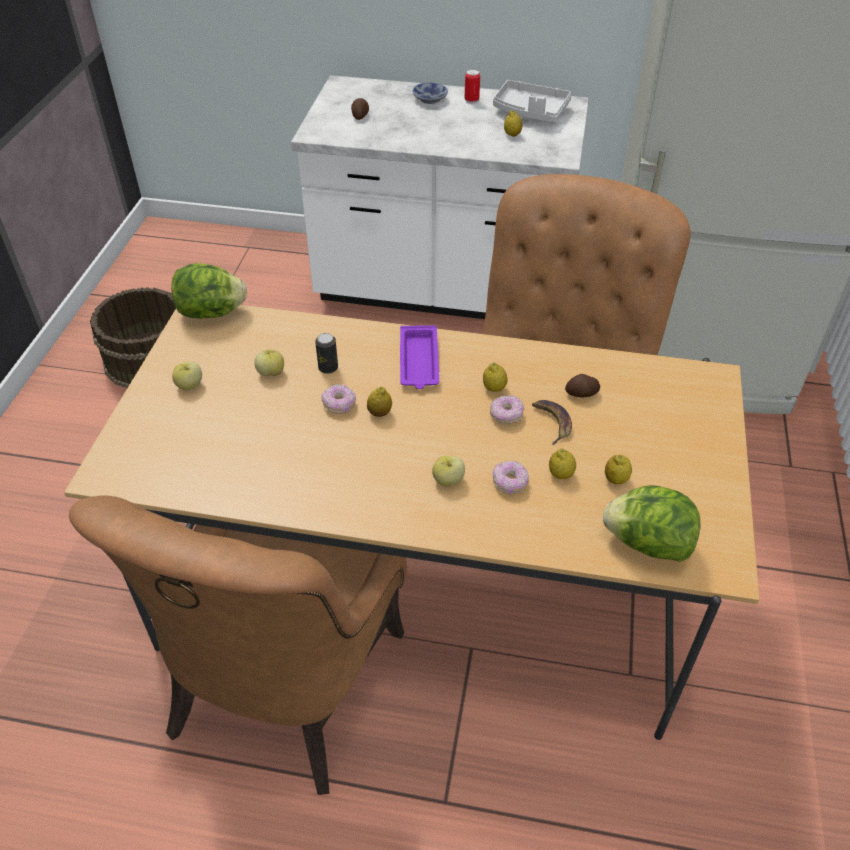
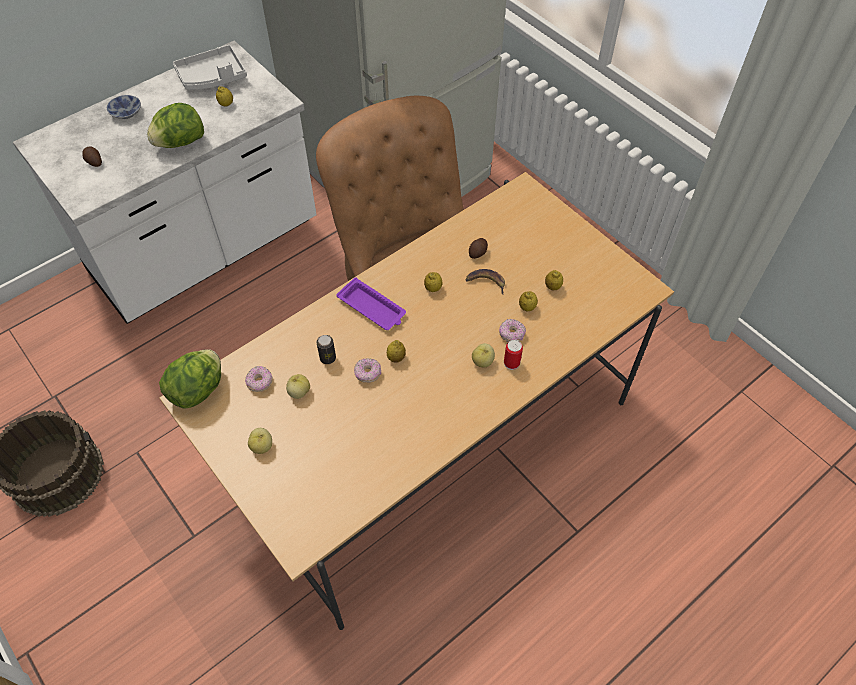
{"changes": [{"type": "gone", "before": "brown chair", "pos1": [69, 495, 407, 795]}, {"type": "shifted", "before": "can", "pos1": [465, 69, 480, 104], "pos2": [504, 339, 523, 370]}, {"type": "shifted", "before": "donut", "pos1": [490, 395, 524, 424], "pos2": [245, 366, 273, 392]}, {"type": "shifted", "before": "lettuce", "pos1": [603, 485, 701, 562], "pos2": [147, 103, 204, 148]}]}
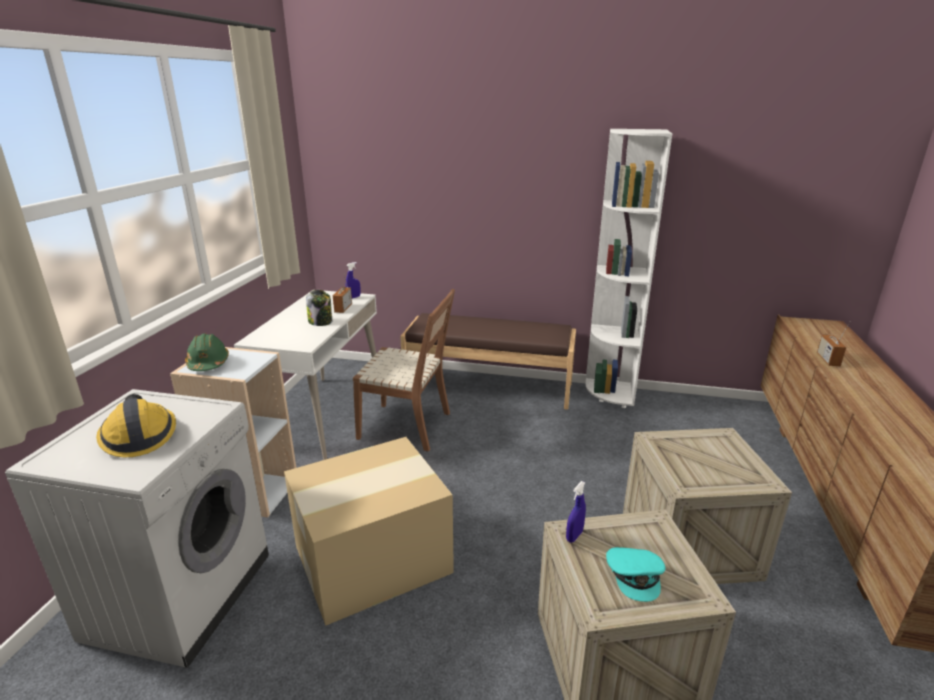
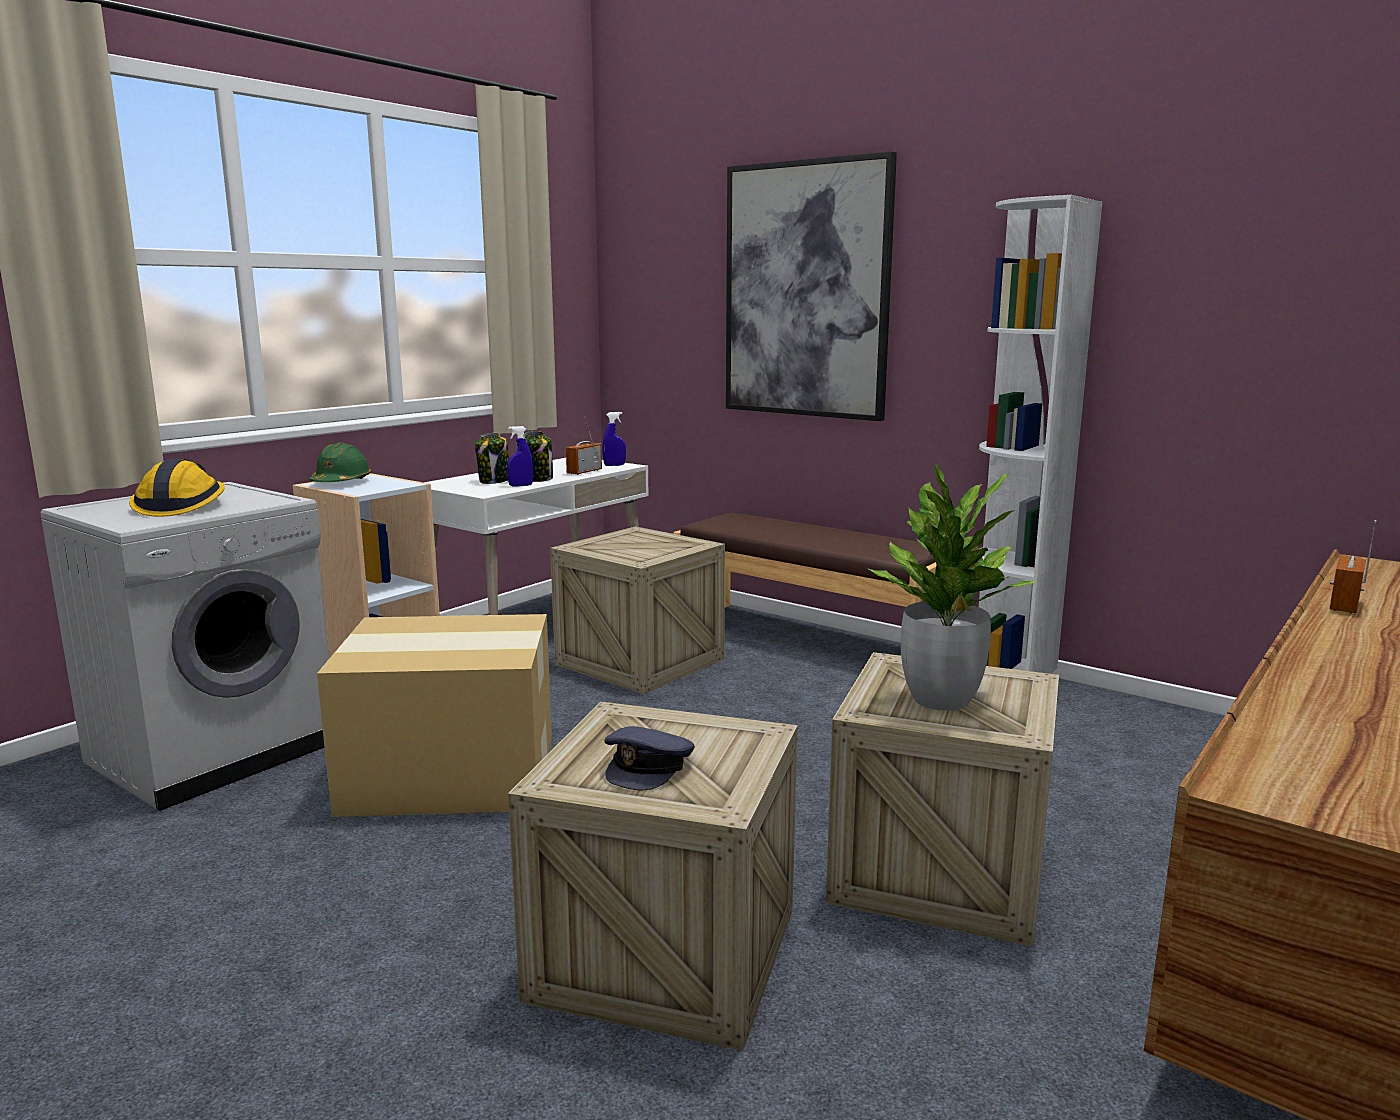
{"changes": [{"type": "swapped", "before": "chair", "after": "crate", "pos1": [353, 289, 455, 452], "pos2": [550, 526, 725, 694]}, {"type": "shifted", "before": "blue spray bottle", "pos1": [566, 481, 586, 543], "pos2": [507, 426, 533, 487]}, {"type": "repainted", "before": "turquoise cap", "after": "grey cap", "pos1": [606, 547, 665, 602], "pos2": [604, 726, 695, 791]}, {"type": "new", "after": "jar", "pos2": [475, 433, 509, 484]}, {"type": "new", "after": "picture", "pos2": [726, 151, 897, 421]}, {"type": "new", "after": "potted plant", "pos2": [867, 464, 1035, 711]}]}
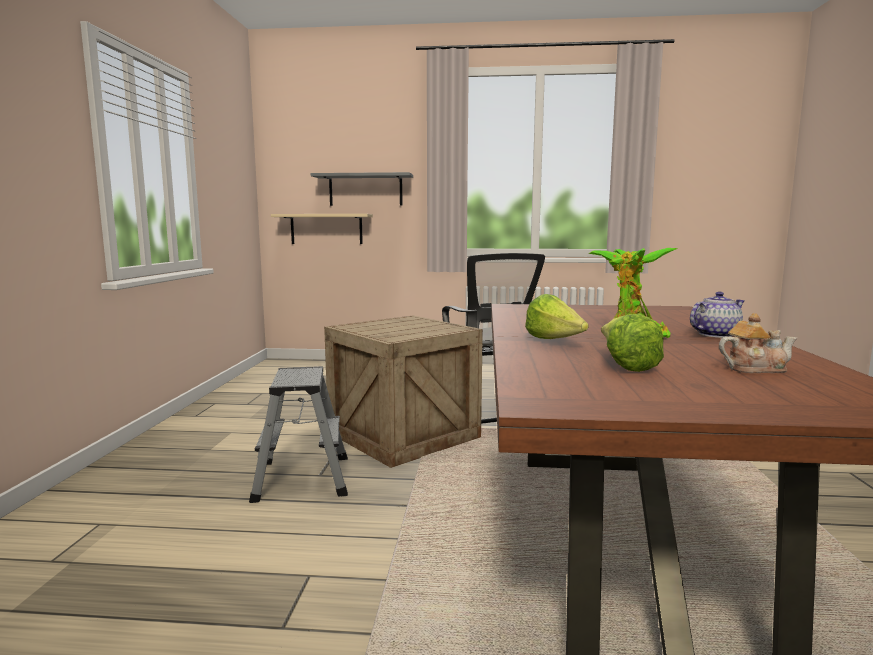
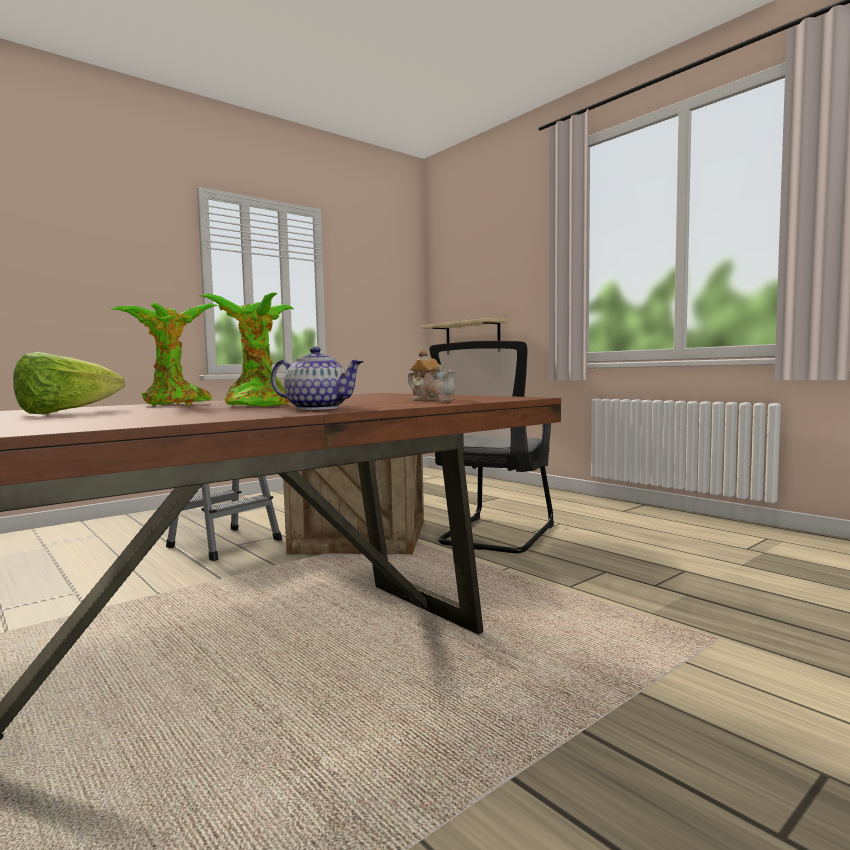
{"changes": [{"type": "gone", "before": "grey shelf", "pos1": [311, 172, 413, 206]}, {"type": "swapped", "before": "lettuce", "after": "potted plant", "pos1": [525, 294, 588, 339], "pos2": [110, 303, 219, 405]}, {"type": "shifted", "before": "teapot", "pos1": [719, 313, 797, 373], "pos2": [408, 349, 456, 401]}]}
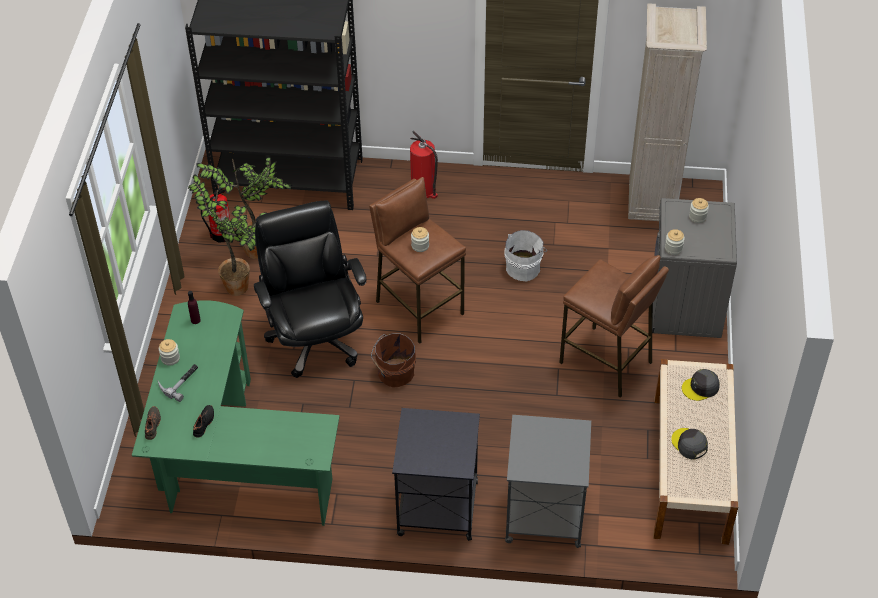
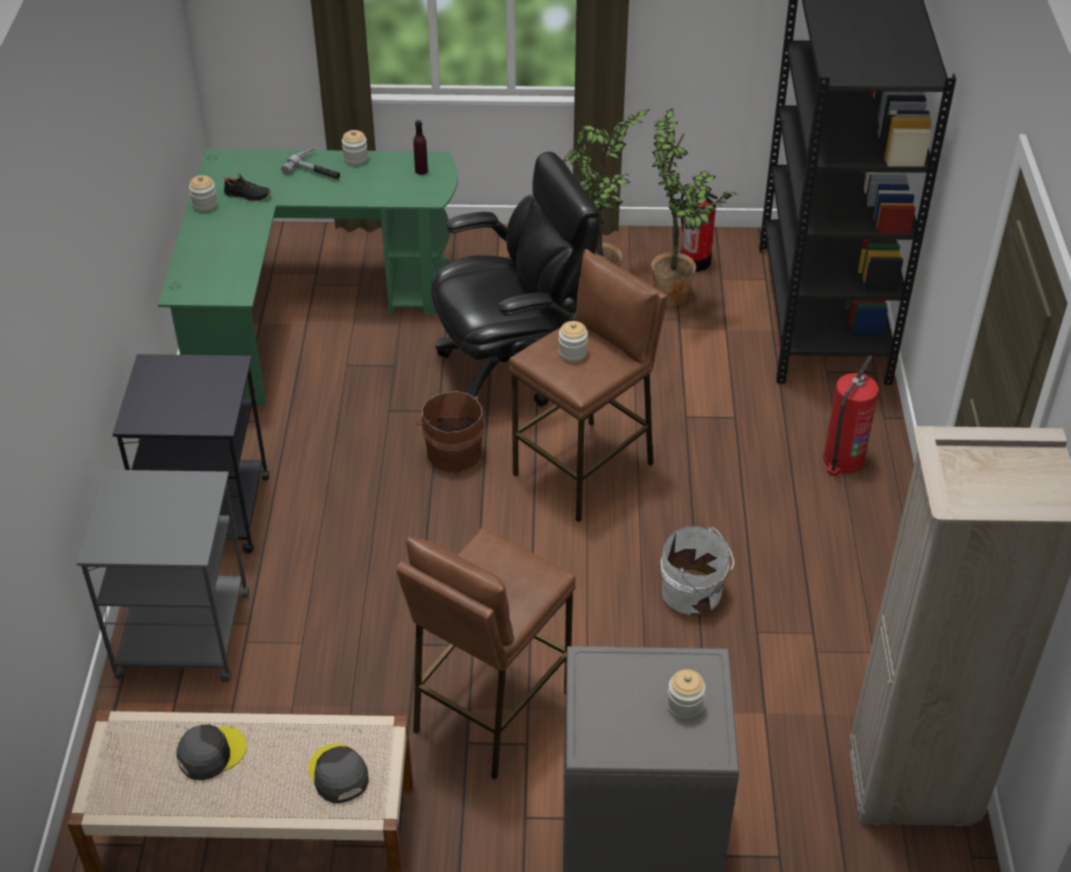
{"changes": [{"type": "gone", "before": "black shoe", "pos1": [145, 406, 161, 440]}, {"type": "shifted", "before": "jar", "pos1": [665, 229, 685, 255], "pos2": [189, 175, 218, 212]}]}
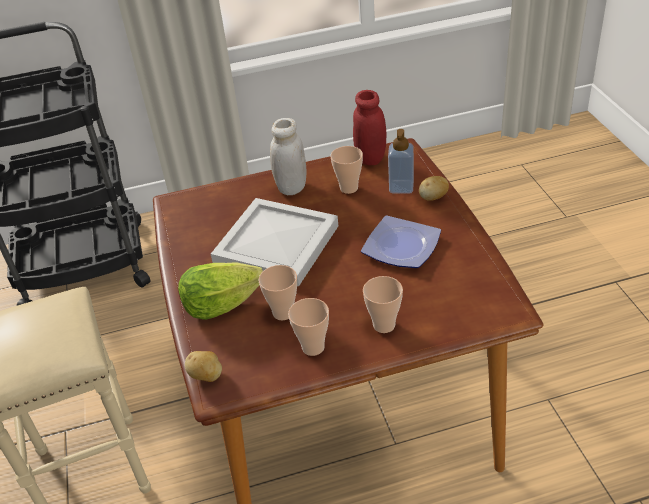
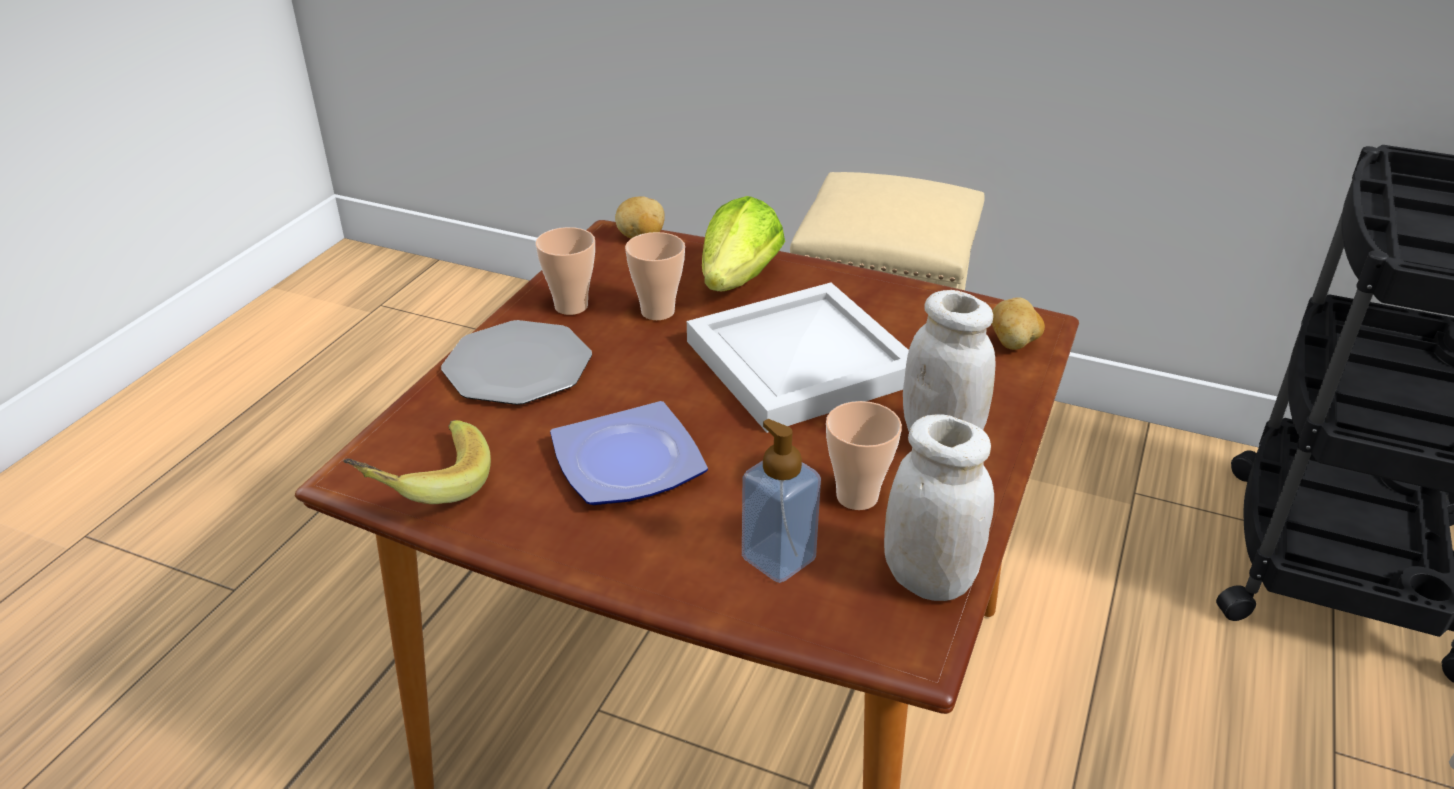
{"changes": [{"type": "repainted", "before": "red jar", "after": "white jar", "pos1": [353, 90, 386, 165], "pos2": [884, 414, 994, 601]}, {"type": "swapped", "before": "cup", "after": "plate", "pos1": [363, 276, 403, 333], "pos2": [441, 320, 592, 405]}, {"type": "shifted", "before": "potato", "pos1": [419, 176, 449, 201], "pos2": [992, 298, 1045, 350]}, {"type": "new", "after": "banana", "pos2": [344, 420, 491, 504]}]}
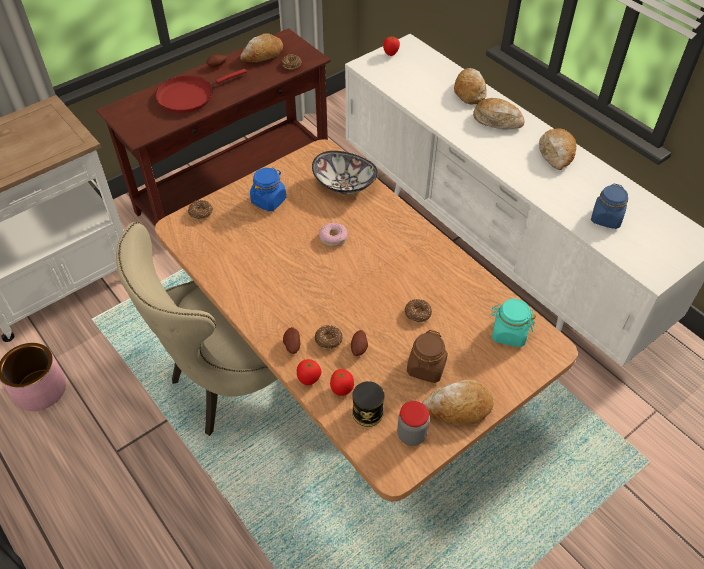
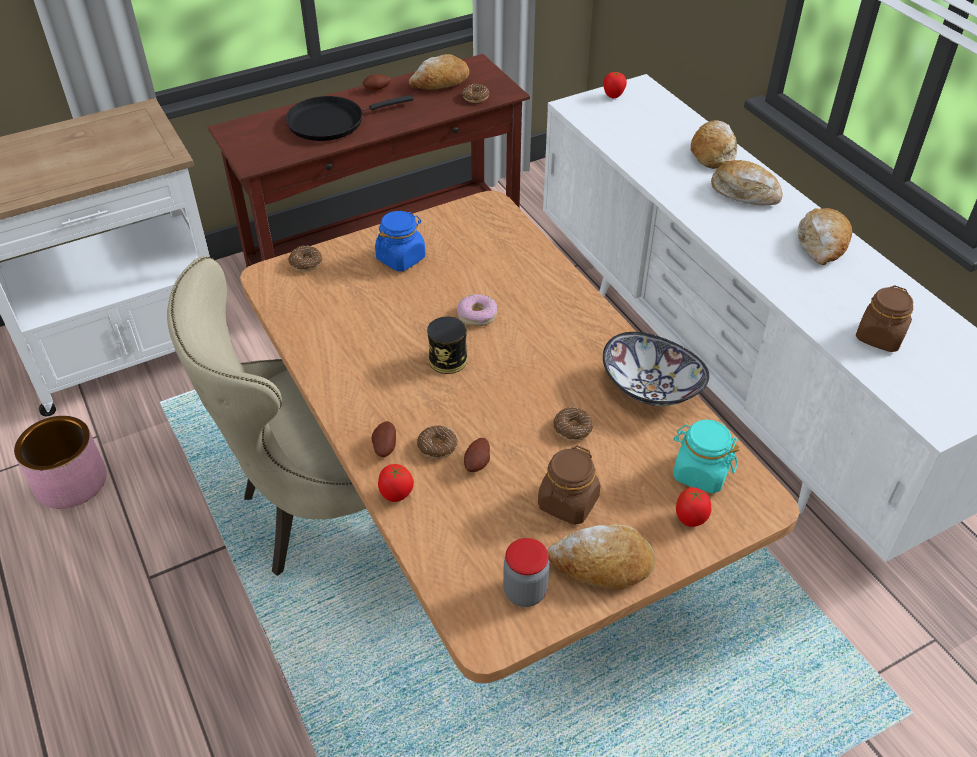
{"changes": [{"type": "repainted", "before": "red frying pan", "after": "black frying pan", "pos1": [155, 69, 247, 113], "pos2": [286, 95, 413, 141]}, {"type": "shifted", "before": "bowl", "pos1": [312, 151, 378, 194], "pos2": [603, 332, 709, 406]}, {"type": "shifted", "before": "tomato", "pos1": [330, 369, 354, 396], "pos2": [676, 487, 711, 527]}, {"type": "shifted", "before": "can", "pos1": [352, 381, 385, 427], "pos2": [427, 316, 467, 374]}, {"type": "repainted", "before": "blue jar", "after": "brown jar", "pos1": [591, 183, 628, 229], "pos2": [856, 285, 913, 352]}]}
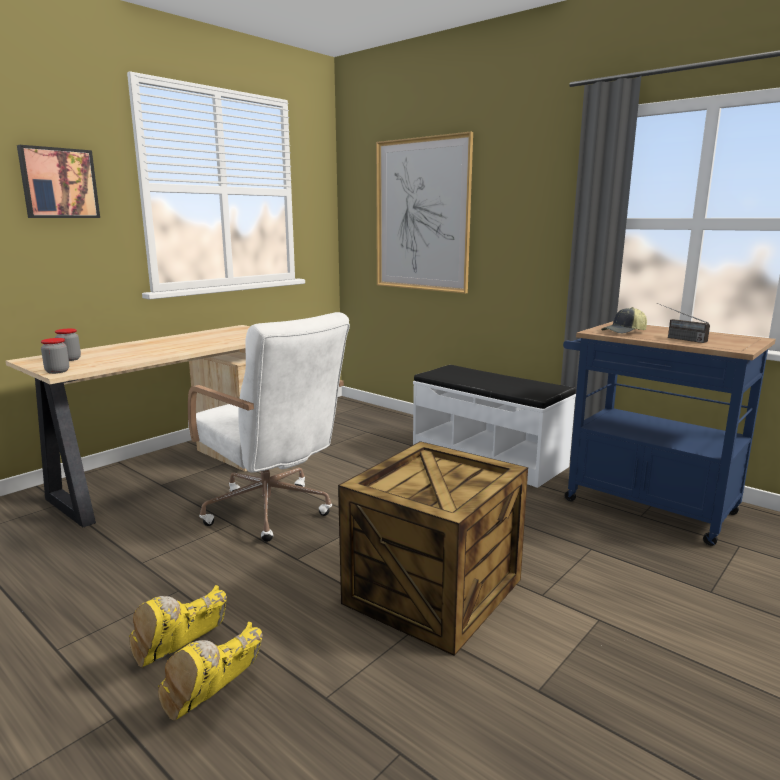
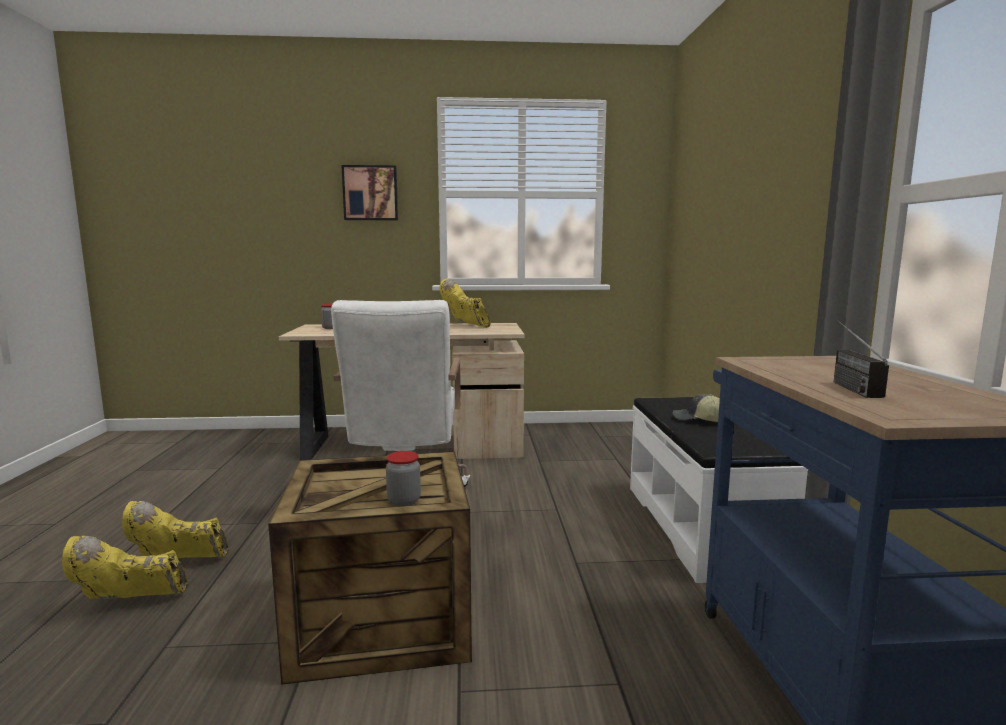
{"changes": [{"type": "shifted", "before": "jar", "pos1": [41, 338, 69, 374], "pos2": [386, 451, 421, 506]}, {"type": "gone", "before": "picture", "pos1": [376, 132, 473, 294]}, {"type": "shifted", "before": "cap", "pos1": [601, 307, 647, 334], "pos2": [673, 394, 720, 422]}, {"type": "new", "after": "yellow boot", "pos2": [440, 279, 491, 328]}]}
